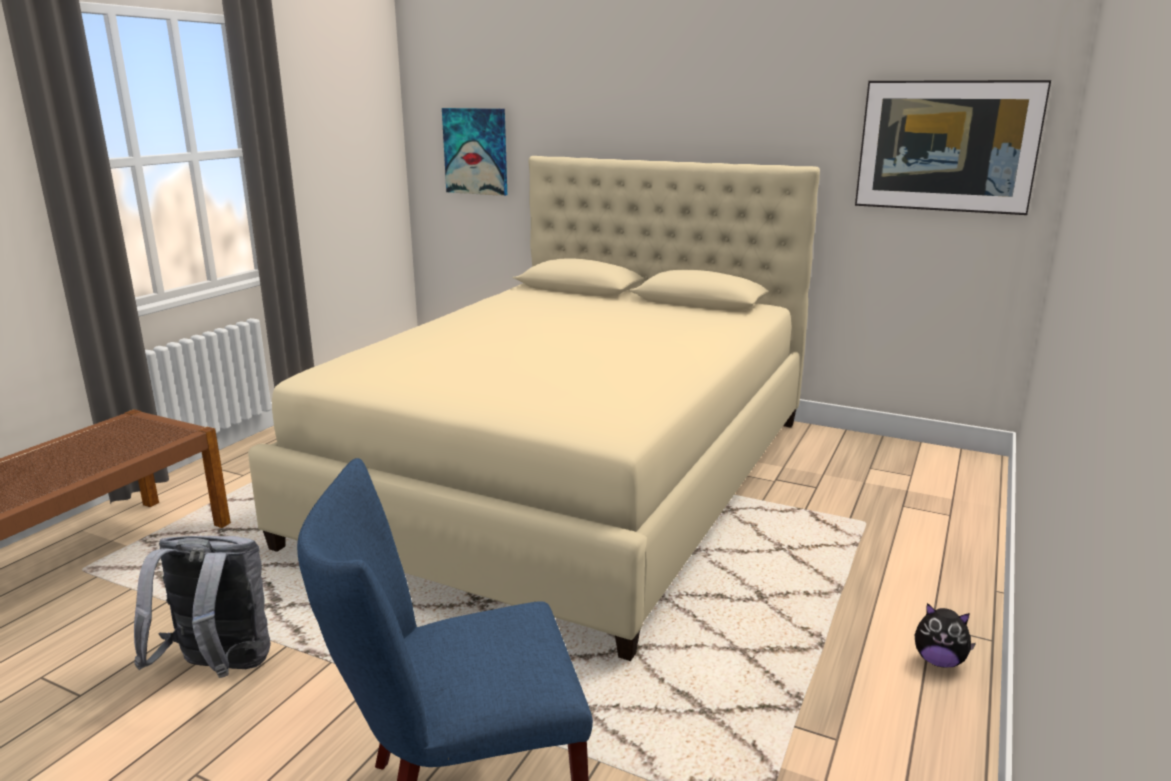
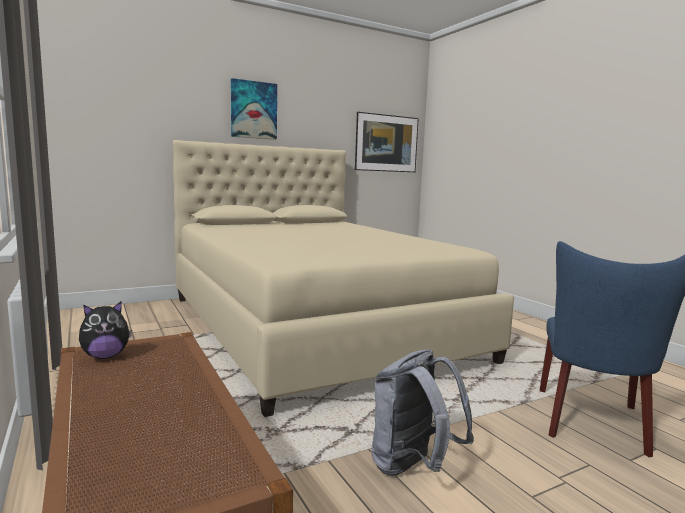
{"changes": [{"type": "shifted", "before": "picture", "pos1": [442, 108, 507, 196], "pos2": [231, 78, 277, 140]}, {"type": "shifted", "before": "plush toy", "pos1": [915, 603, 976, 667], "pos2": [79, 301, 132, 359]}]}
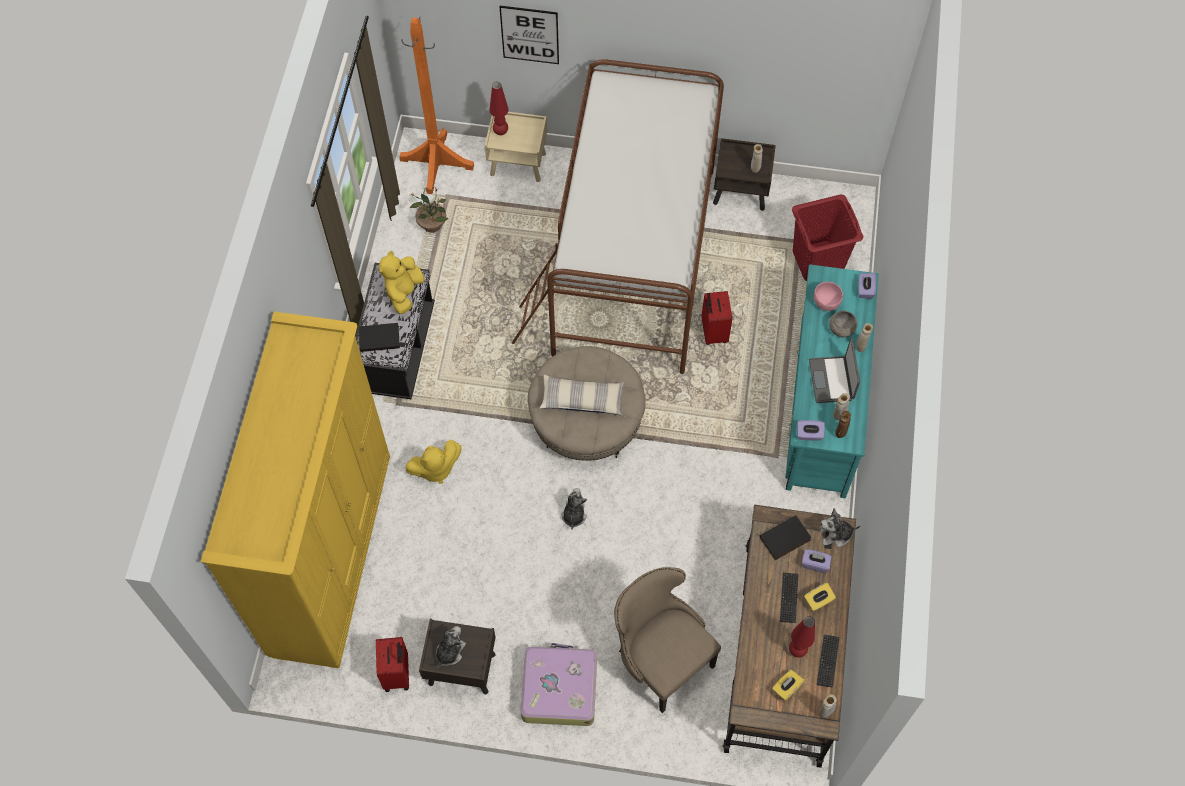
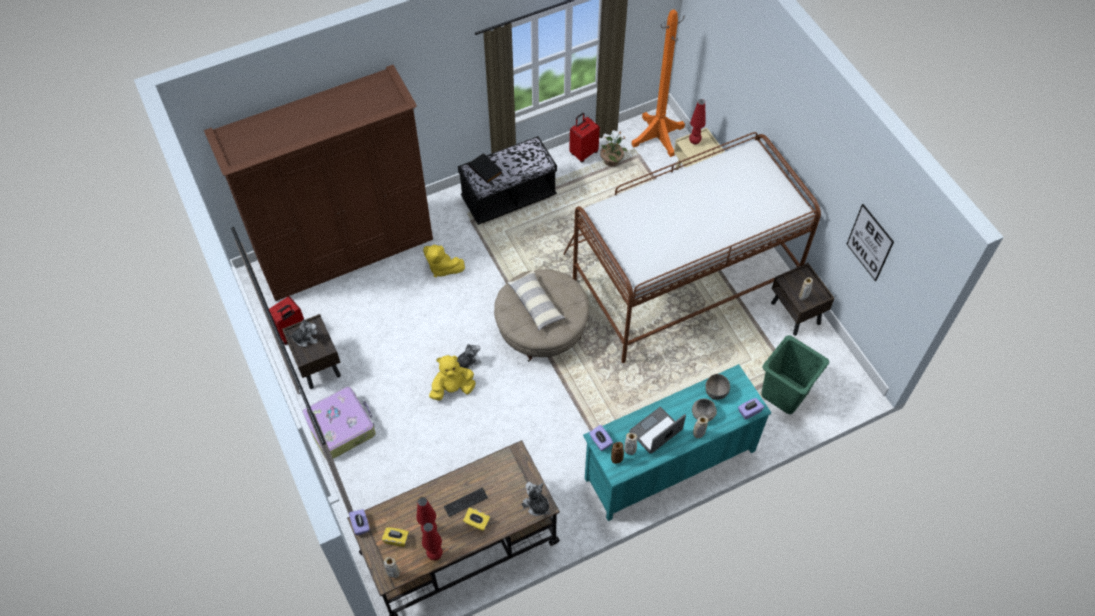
{"changes": [{"type": "repainted", "before": "yellow wardrobe", "after": "brown wardrobe", "pos1": [201, 312, 390, 668], "pos2": [204, 65, 433, 301]}, {"type": "shifted", "before": "yellow plush toy", "pos1": [379, 251, 424, 314], "pos2": [429, 355, 476, 401]}, {"type": "shifted", "before": "picture", "pos1": [500, 6, 559, 64], "pos2": [847, 204, 894, 281]}, {"type": "gone", "before": "beige chair", "pos1": [614, 567, 721, 713]}, {"type": "shifted", "before": "red suitcase", "pos1": [702, 291, 732, 345], "pos2": [569, 113, 600, 162]}, {"type": "gone", "before": "black book", "pos1": [759, 515, 812, 560]}, {"type": "repainted", "before": "red laundry basket", "after": "green laundry basket", "pos1": [792, 194, 863, 281], "pos2": [761, 335, 829, 415]}, {"type": "shifted", "before": "purple tissue box", "pos1": [802, 549, 832, 573], "pos2": [349, 509, 370, 535]}, {"type": "repainted", "before": "pink bowl", "after": "grey bowl", "pos1": [814, 282, 843, 311], "pos2": [705, 374, 730, 400]}, {"type": "swapped", "before": "keyboard", "after": "red table lamp", "pos1": [817, 635, 840, 688], "pos2": [422, 522, 443, 560]}]}
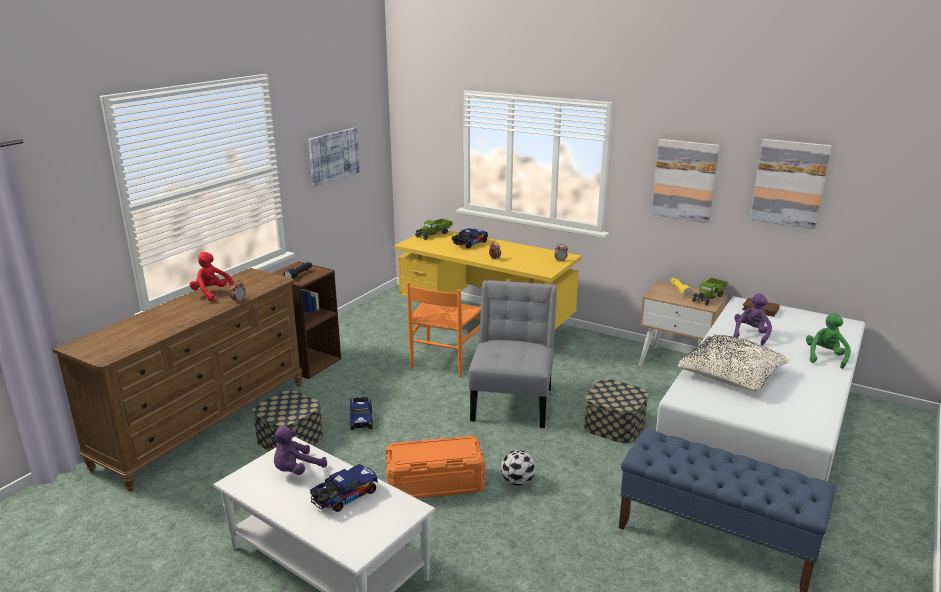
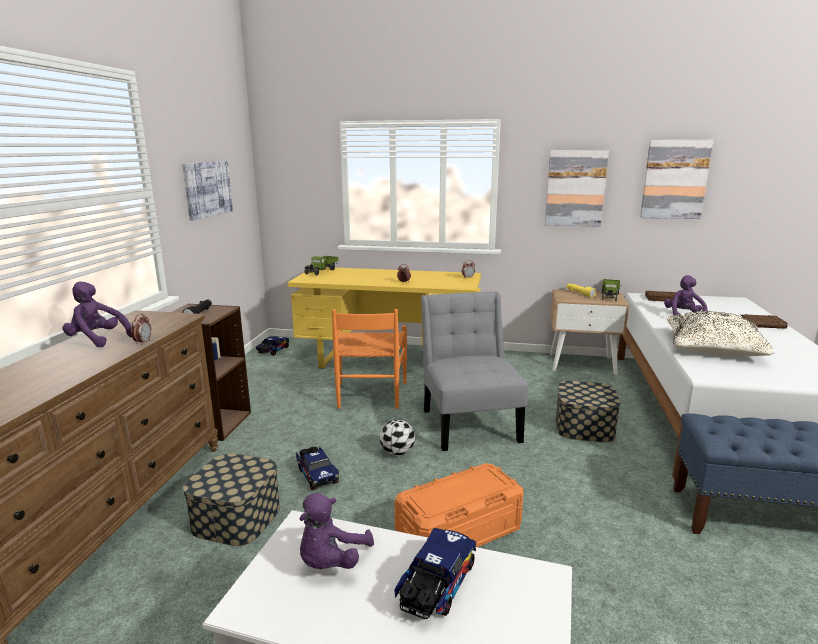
{"changes": [{"type": "repainted", "before": "red plush toy", "after": "purple plush toy", "pos1": [189, 252, 235, 302], "pos2": [62, 281, 132, 347]}, {"type": "shifted", "before": "toy truck", "pos1": [452, 228, 488, 248], "pos2": [256, 336, 289, 356]}, {"type": "shifted", "before": "football", "pos1": [501, 450, 536, 486], "pos2": [380, 419, 415, 456]}, {"type": "swapped", "before": "green plush toy", "after": "brown book", "pos1": [806, 313, 851, 369], "pos2": [741, 314, 788, 329]}]}
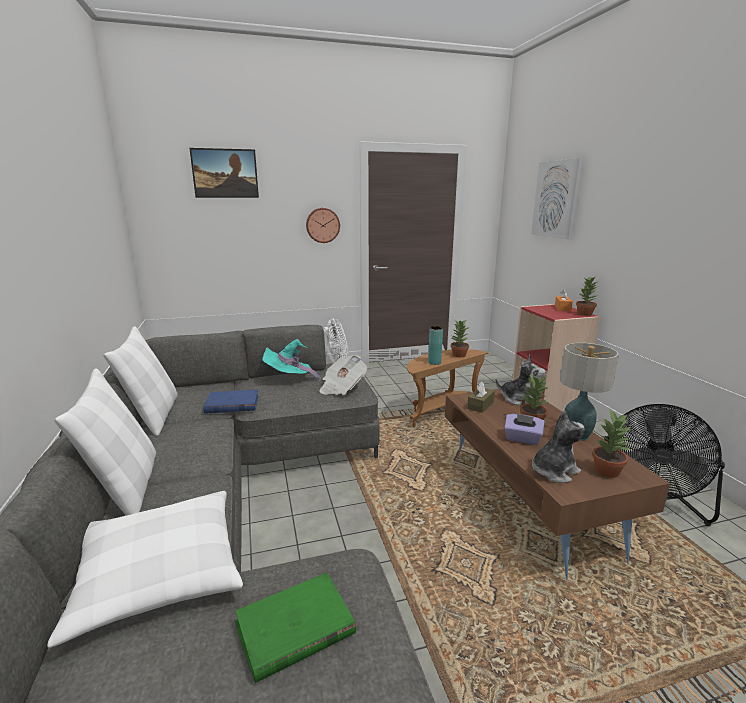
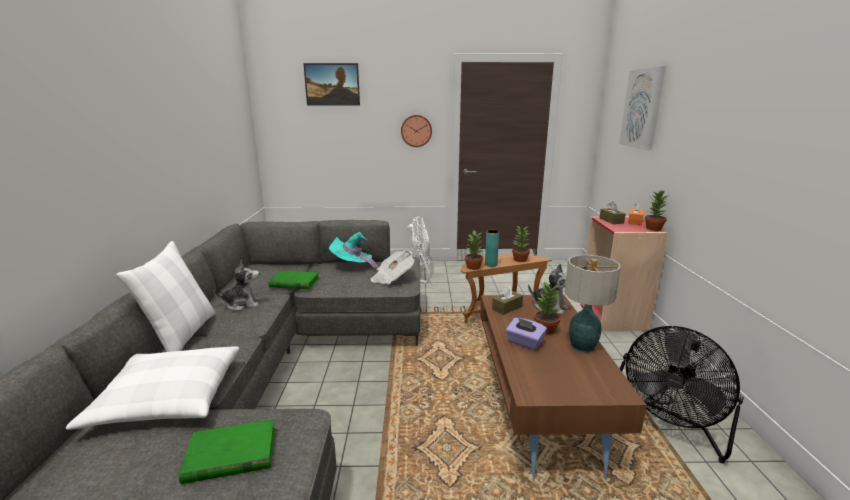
{"changes": [{"type": "gone", "before": "white pillow", "pos1": [103, 326, 178, 436]}, {"type": "repainted", "before": "blue book", "after": "green book", "pos1": [203, 390, 259, 414], "pos2": [268, 271, 319, 289]}, {"type": "shifted", "before": "plush toy", "pos1": [532, 411, 585, 483], "pos2": [214, 260, 261, 311]}, {"type": "shifted", "before": "potted plant", "pos1": [592, 410, 631, 478], "pos2": [465, 230, 483, 270]}, {"type": "new", "after": "brown tissue box", "pos2": [600, 201, 625, 224]}]}
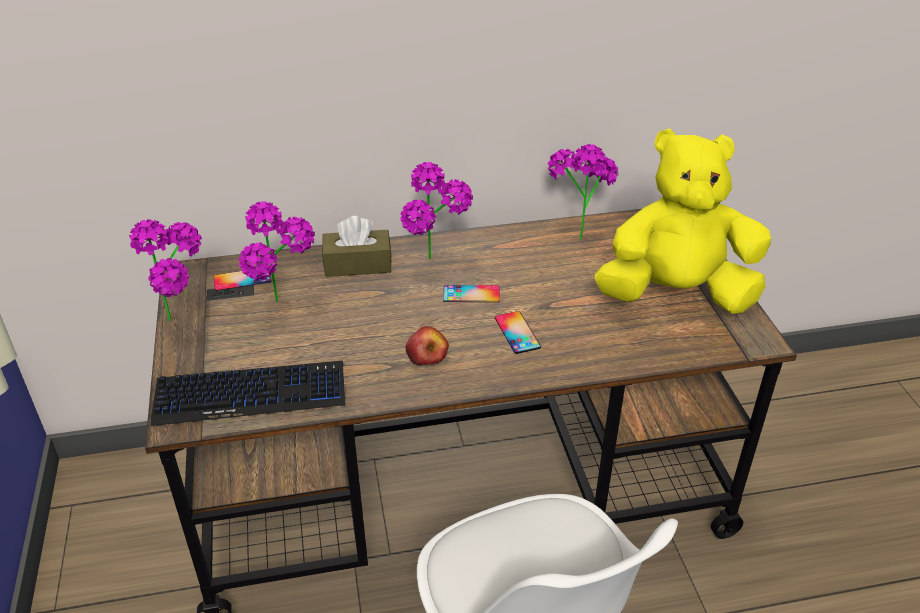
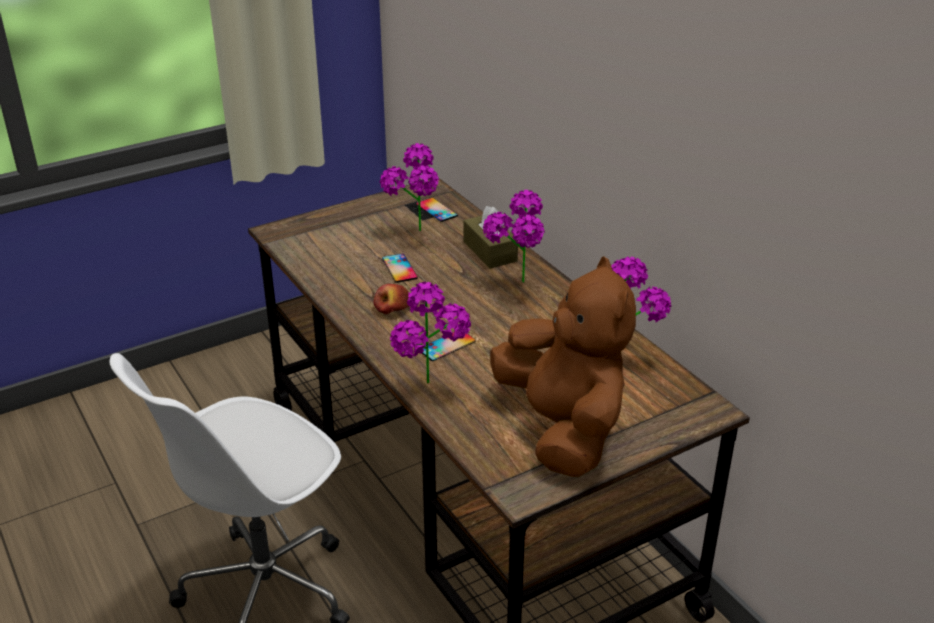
{"changes": [{"type": "shifted", "before": "potted plant", "pos1": [129, 219, 202, 321], "pos2": [390, 282, 471, 383]}, {"type": "gone", "before": "keyboard", "pos1": [151, 360, 346, 426]}, {"type": "shifted", "before": "phone", "pos1": [443, 285, 500, 302], "pos2": [382, 253, 418, 283]}, {"type": "repainted", "before": "yellow plush toy", "after": "brown plush toy", "pos1": [595, 129, 771, 314], "pos2": [490, 256, 636, 477]}]}
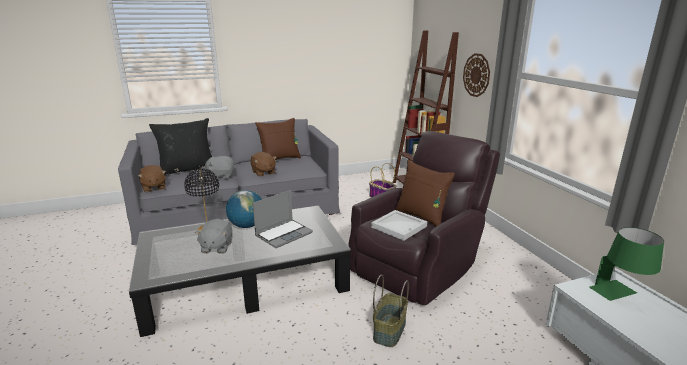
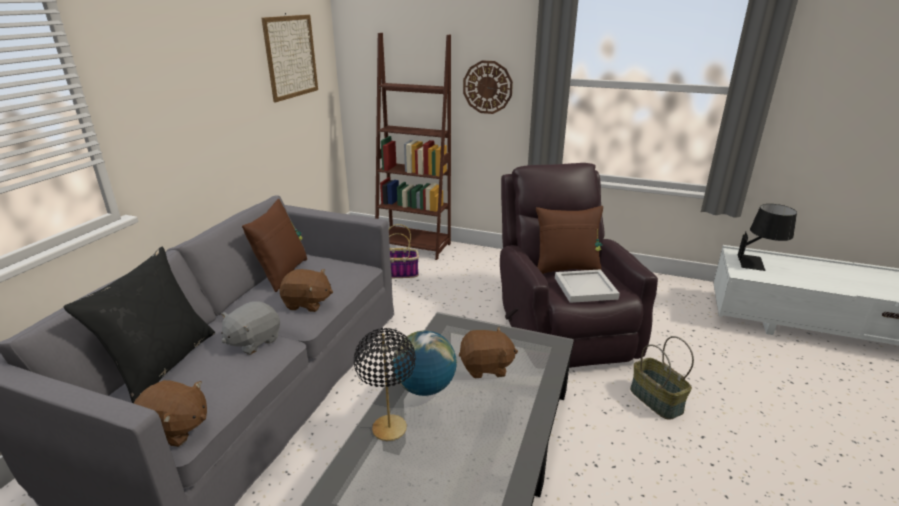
{"changes": [{"type": "gone", "before": "grey plush toy", "pos1": [195, 219, 232, 254]}, {"type": "swapped", "before": "laptop", "after": "brown plush toy", "pos1": [253, 190, 313, 248], "pos2": [459, 327, 518, 378]}, {"type": "repainted", "before": "green table lamp", "after": "black table lamp", "pos1": [589, 227, 664, 301], "pos2": [738, 204, 797, 271]}, {"type": "new", "after": "picture", "pos2": [261, 13, 318, 102]}]}
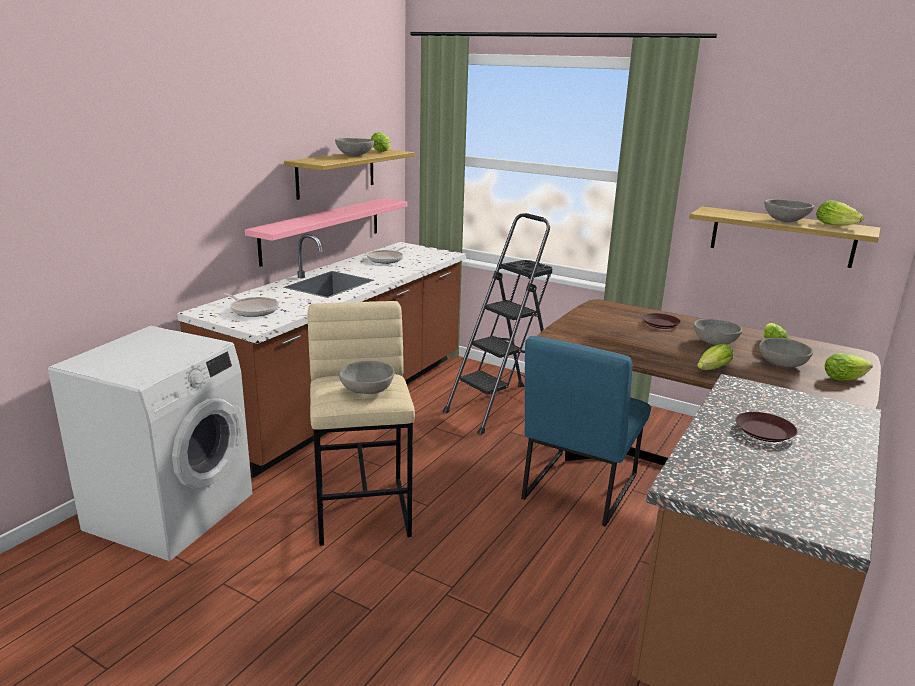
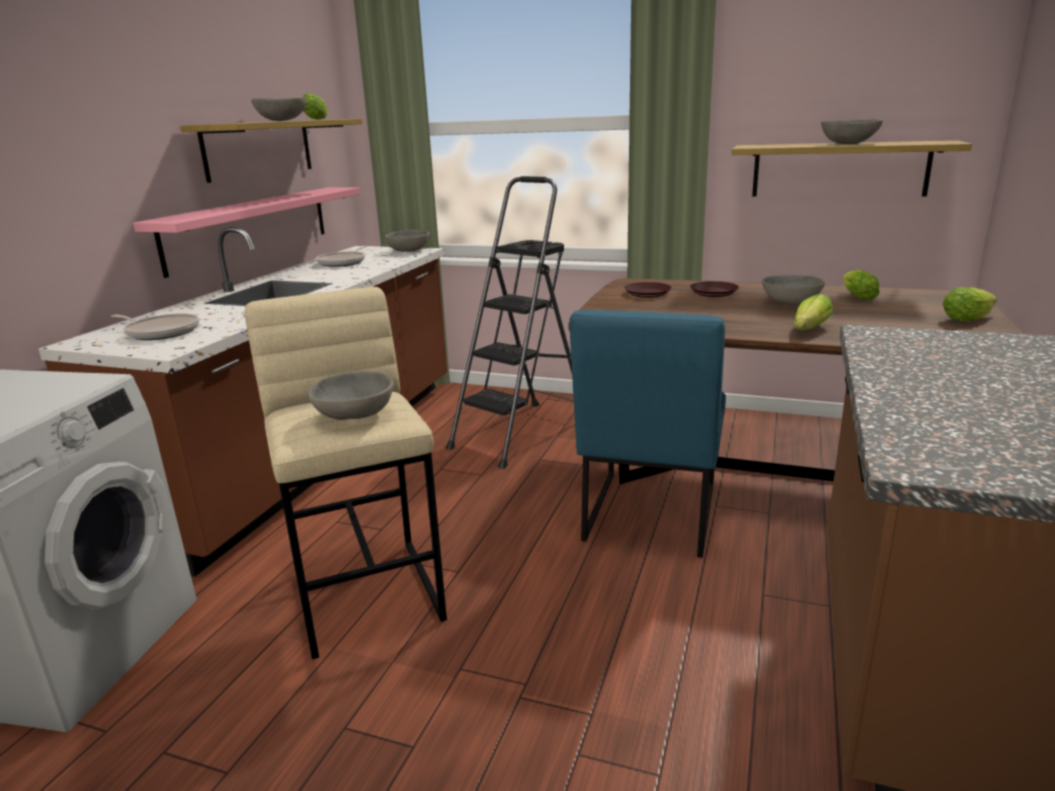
{"changes": [{"type": "shifted", "before": "brown plate", "pos1": [735, 412, 797, 442], "pos2": [624, 282, 672, 298]}, {"type": "shifted", "before": "grey bowl", "pos1": [759, 338, 813, 367], "pos2": [385, 230, 430, 252]}, {"type": "gone", "before": "lettuce", "pos1": [816, 200, 864, 226]}]}
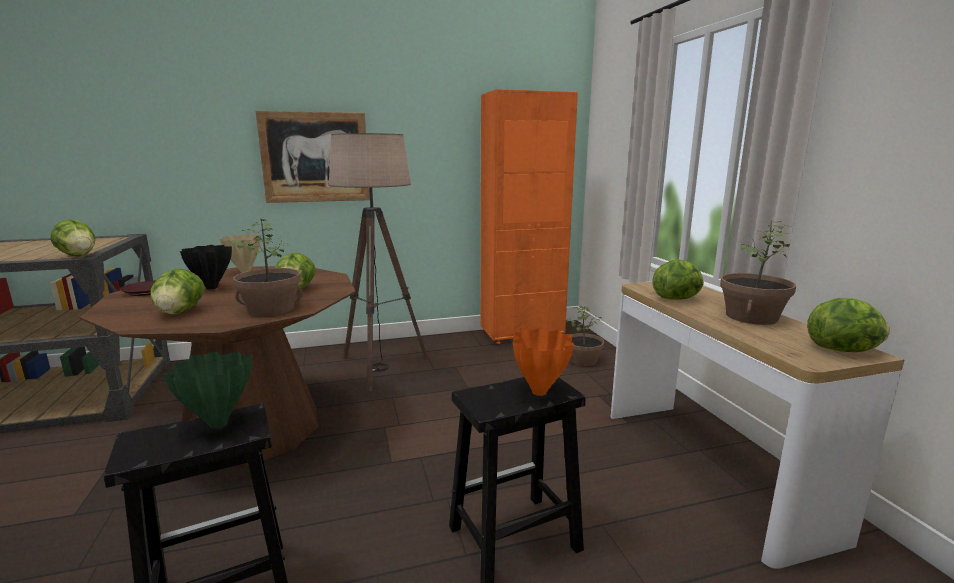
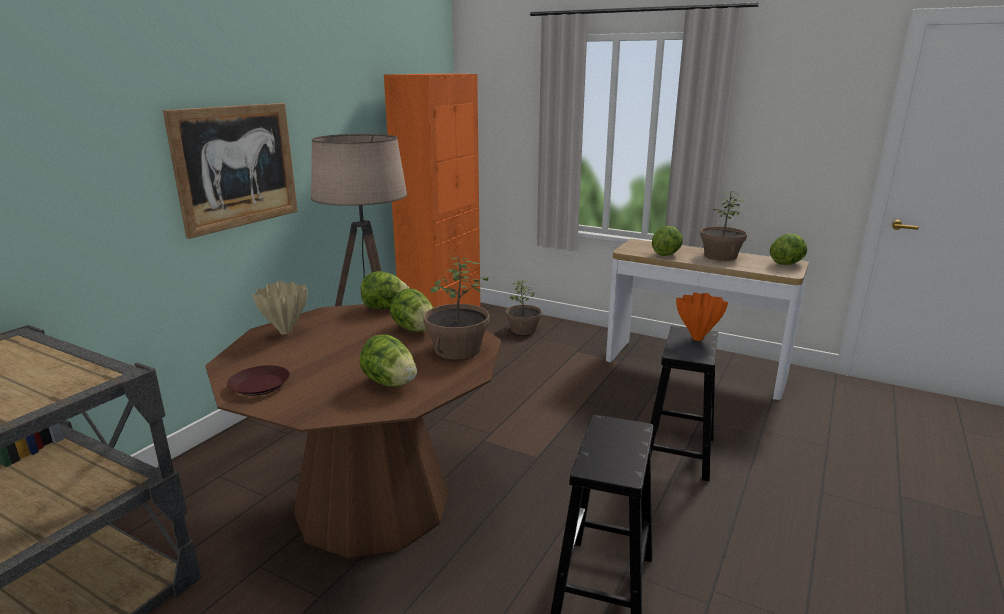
{"changes": [{"type": "shifted", "before": "lettuce", "pos1": [50, 219, 95, 256], "pos2": [361, 271, 409, 309]}, {"type": "gone", "before": "green vase", "pos1": [163, 352, 252, 429]}, {"type": "gone", "before": "black vase", "pos1": [180, 245, 232, 289]}]}
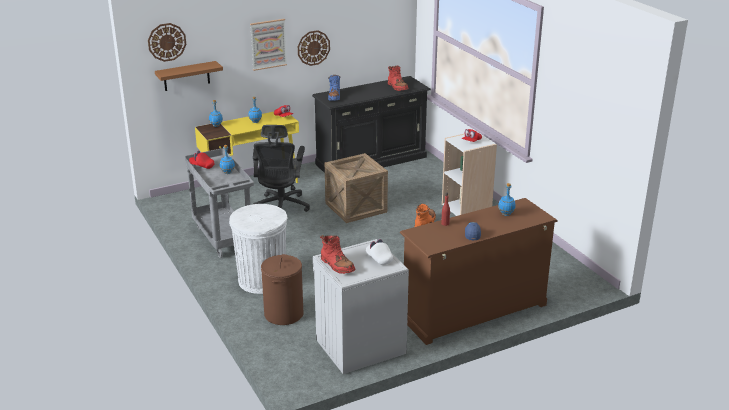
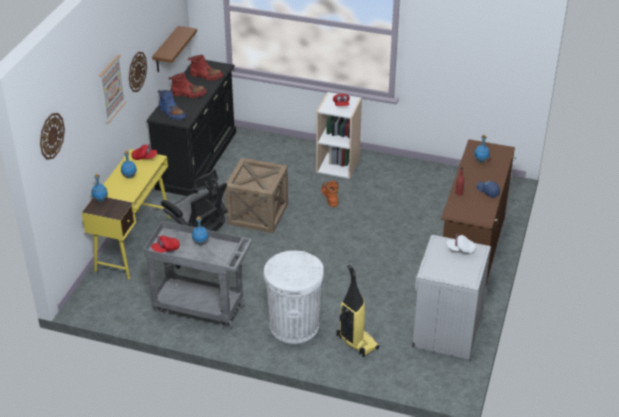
{"changes": [{"type": "shifted", "before": "brown shelf", "pos1": [155, 61, 223, 91], "pos2": [152, 26, 197, 72]}, {"type": "swapped", "before": "brown laundry basket", "after": "vacuum cleaner", "pos1": [261, 254, 303, 325], "pos2": [336, 265, 379, 357]}, {"type": "shifted", "before": "red boot", "pos1": [320, 235, 355, 274], "pos2": [169, 72, 207, 98]}]}
